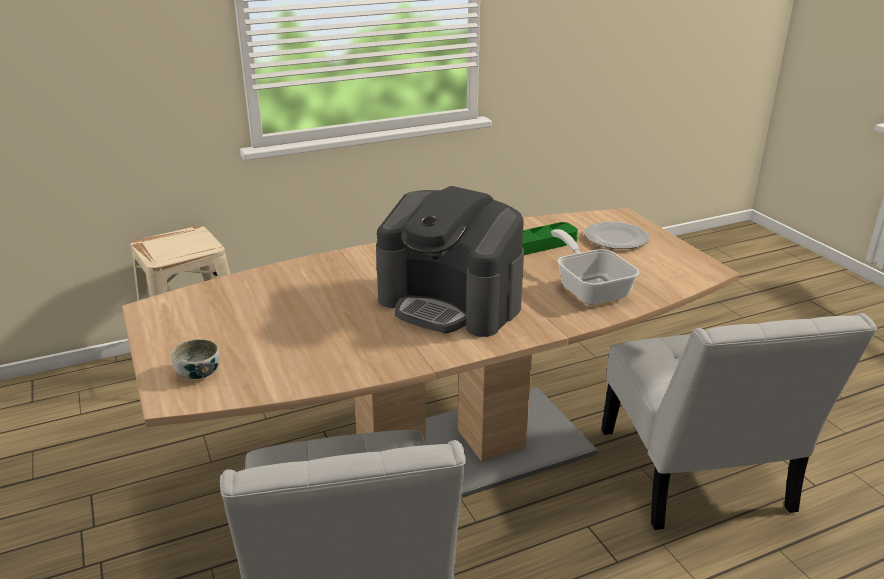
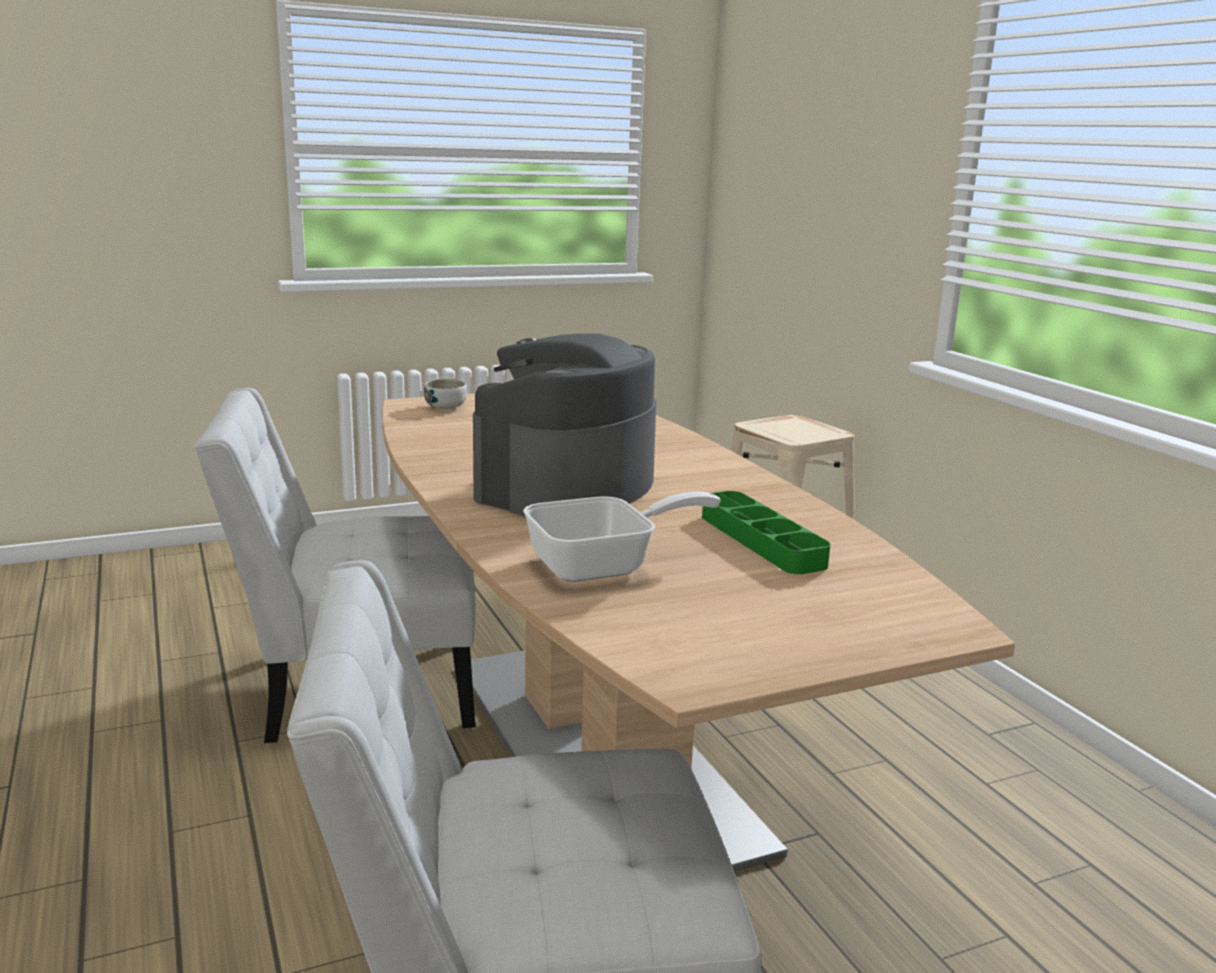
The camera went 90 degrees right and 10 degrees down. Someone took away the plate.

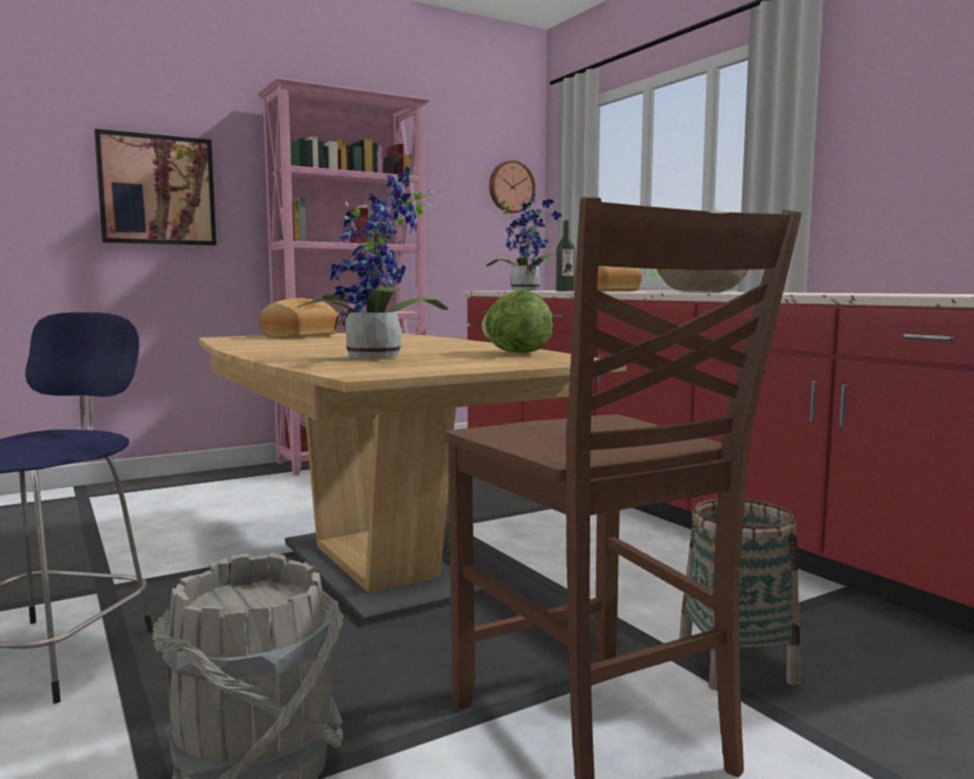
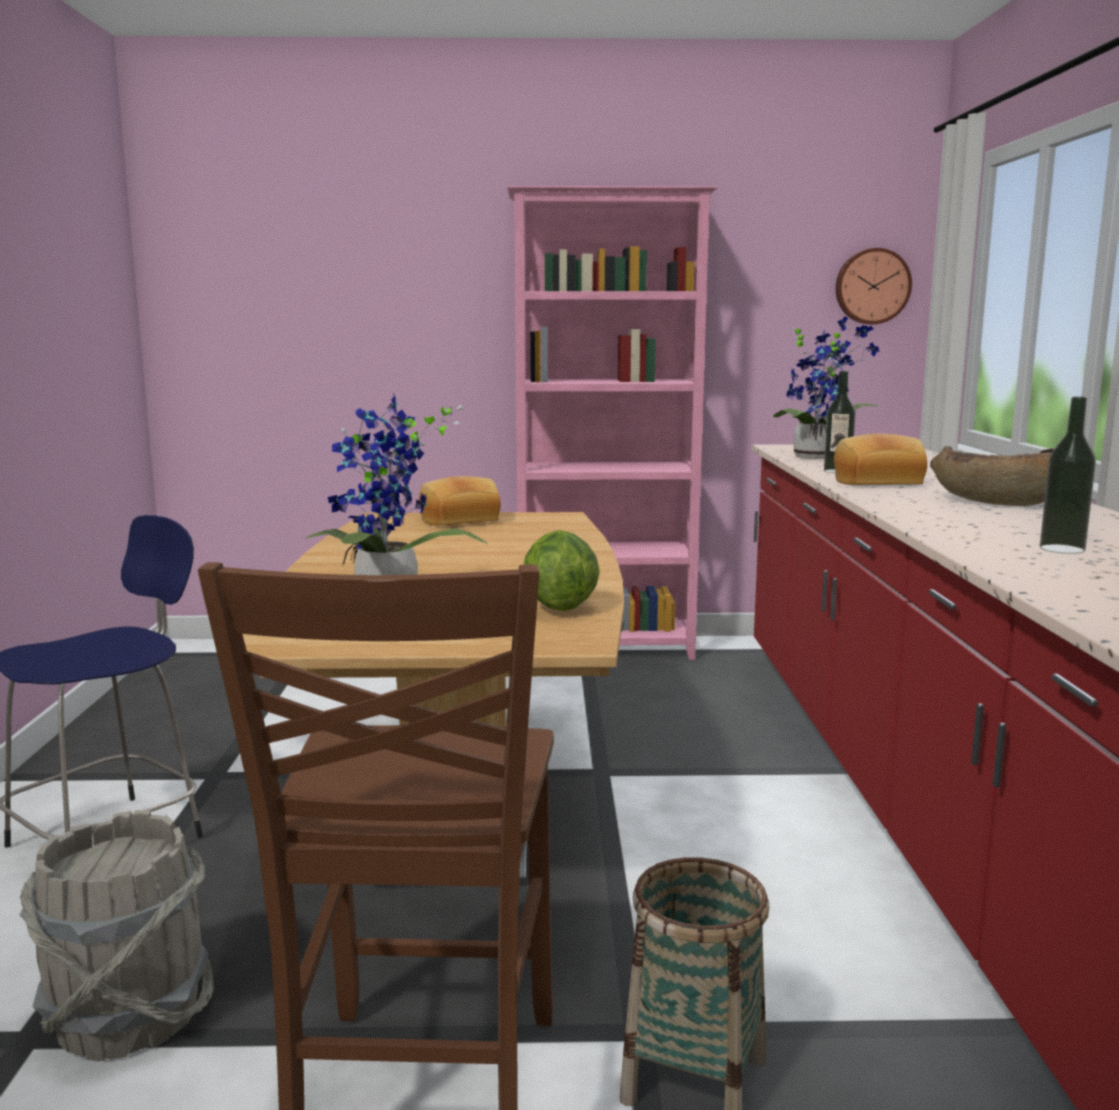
The camera went 30 degrees right and 5 degrees up. Someone took away the picture. Someone put down the bottle (2nd from left).

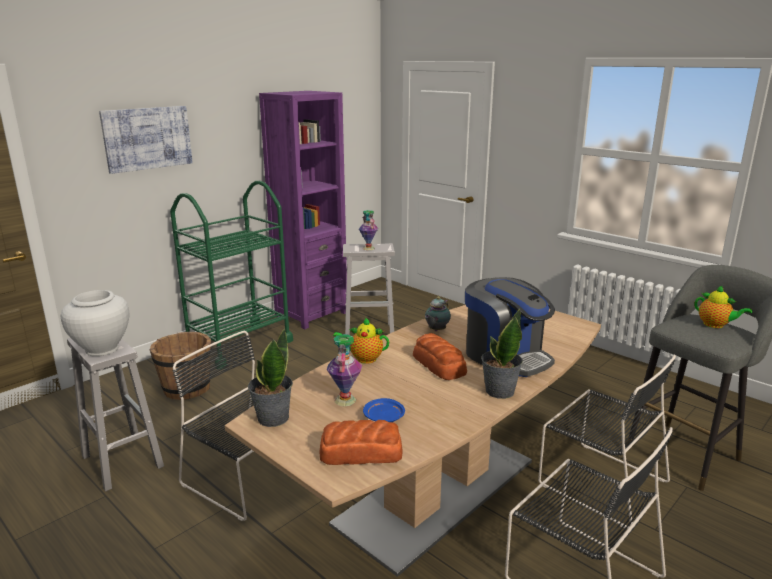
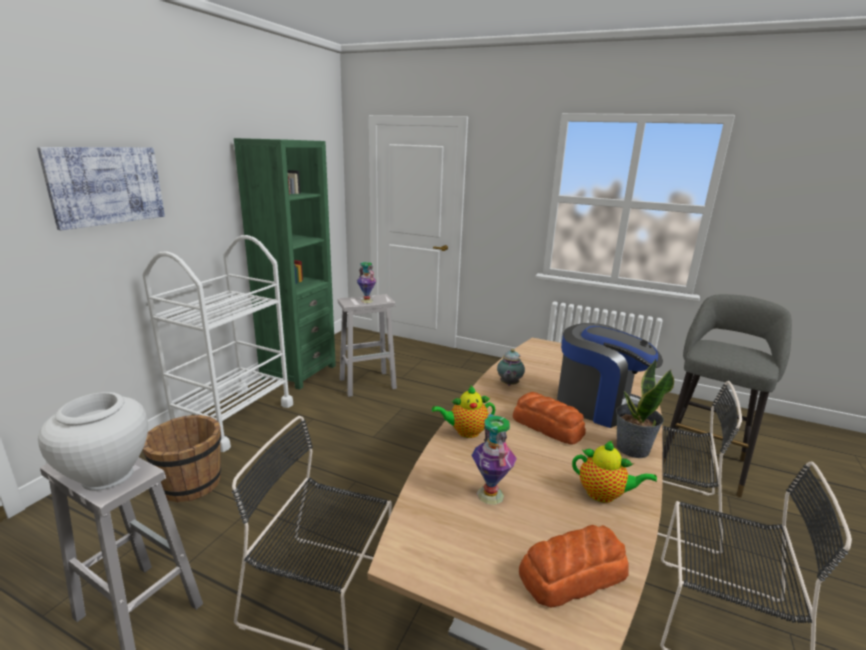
The camera went 20 degrees left and 0 degrees up. Someone repainted the cart (green), which became the cart (white). Someone took away the potted plant (1st from left). Someone repainted the bookcase (purple), which became the bookcase (green). Someone took away the plate (blue). Someone carried the teapot (3rd from left).

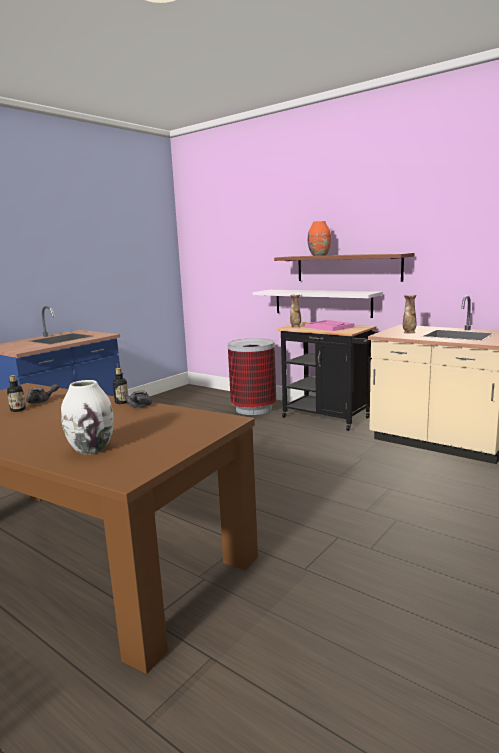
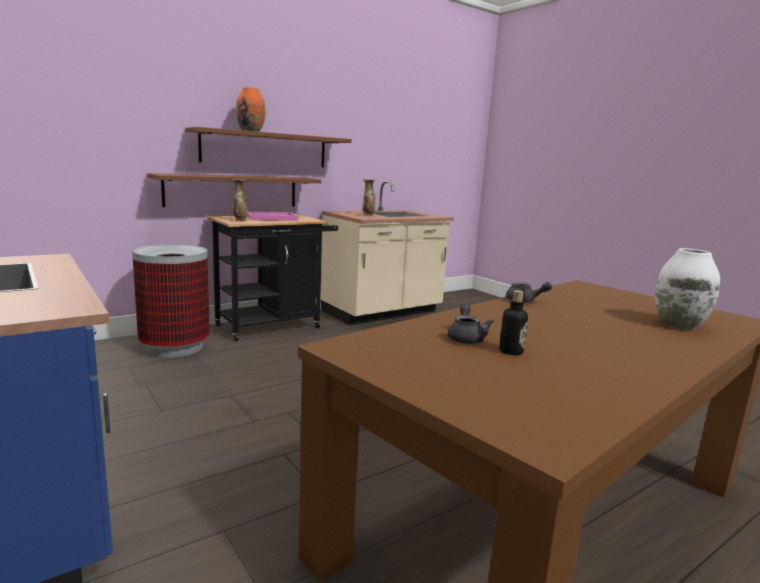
The camera went 75 degrees left and 0 degrees up. Someone took away the bottle (2nd from left). Someone repainted the shelf (white), which became the shelf (brown) (1st from left).

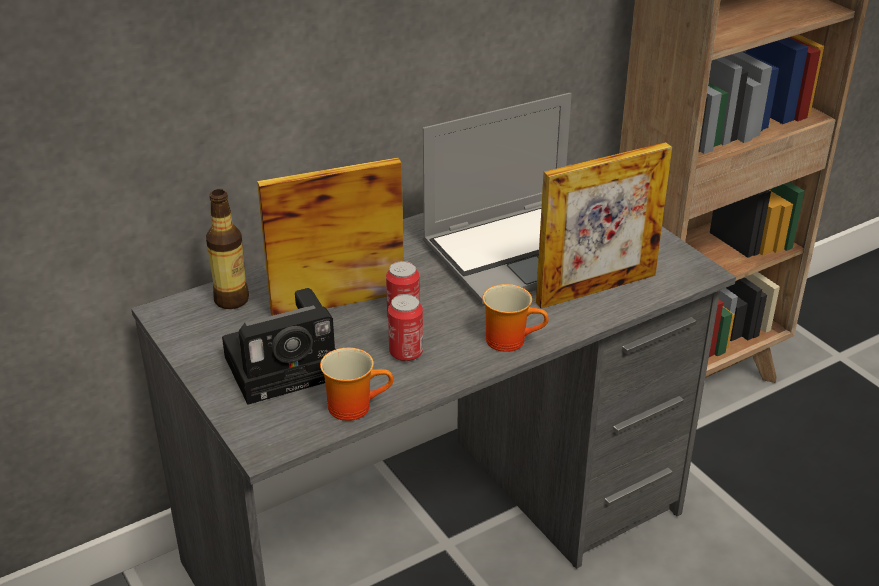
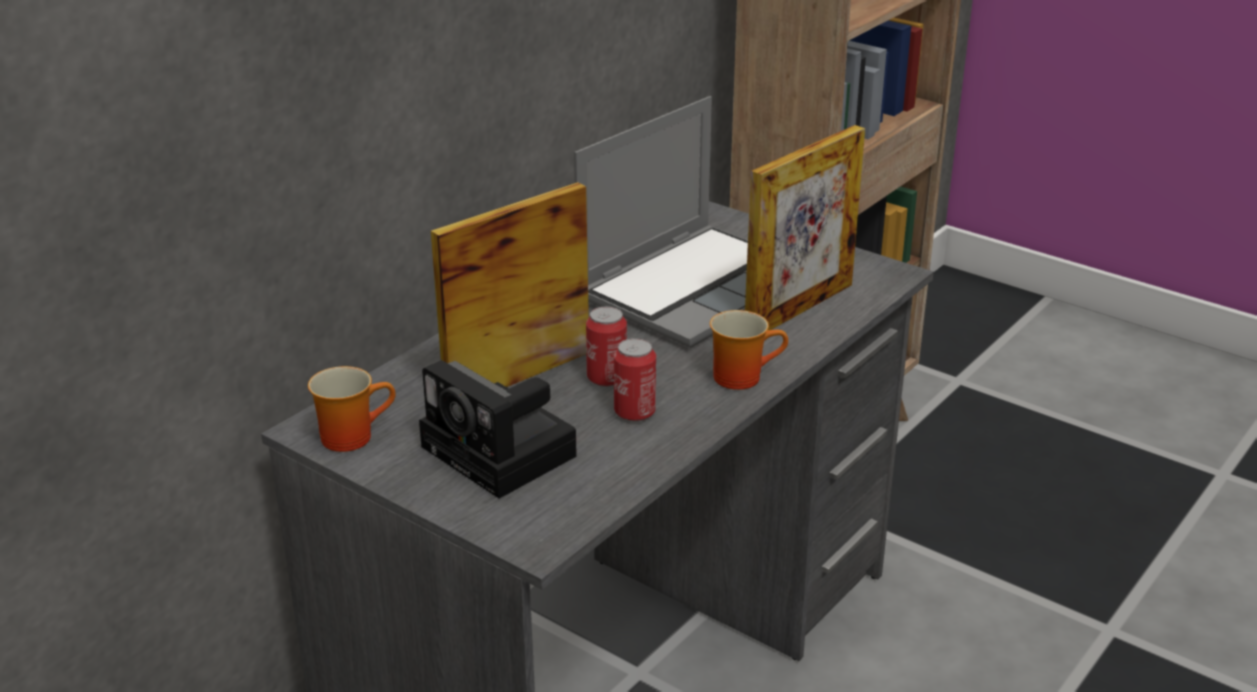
The camera went 20 degrees left and 5 degrees down. Someone took away the bottle. Someone rotated the photo camera by 90 degrees clockwise. Someone carried the mug (1st from left).

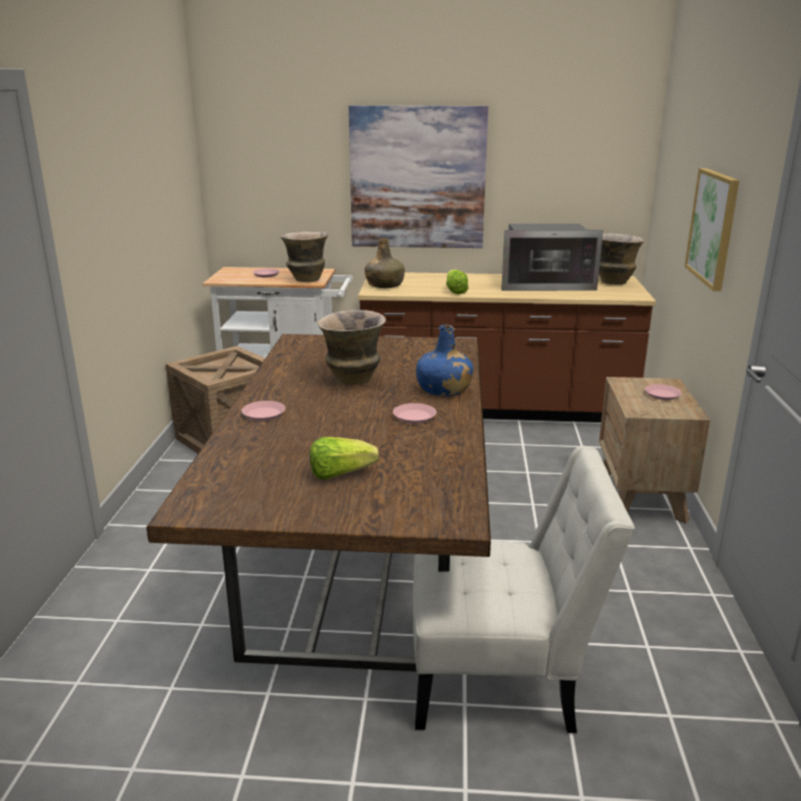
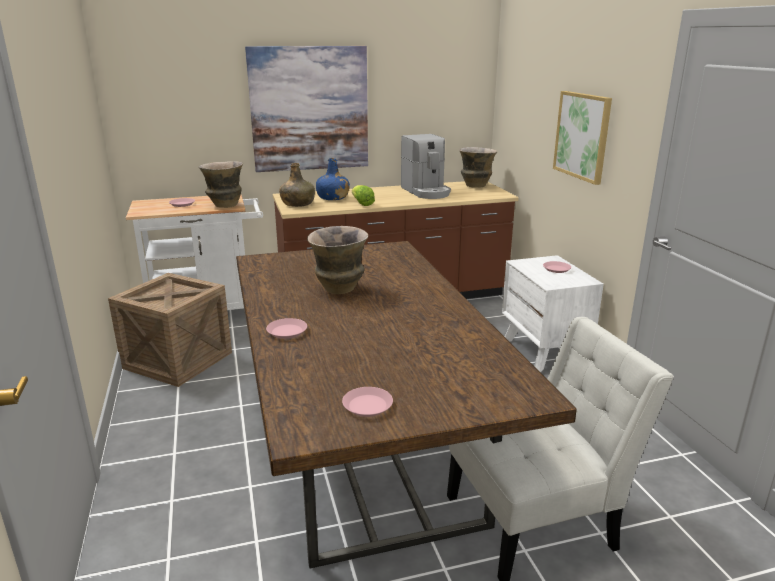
The camera went 20 degrees left and 0 degrees up. Someone took away the lettuce (1st from left). Someone carried the plate (pink) (3rd from left). Someone carried the bottle (blue). Someone swapped the microwave for the coffee machine. Someone repainted the nightstand (brown), which became the nightstand (white).

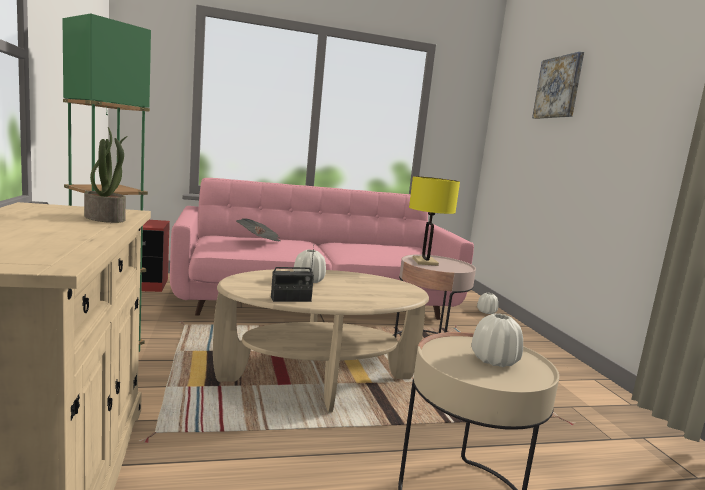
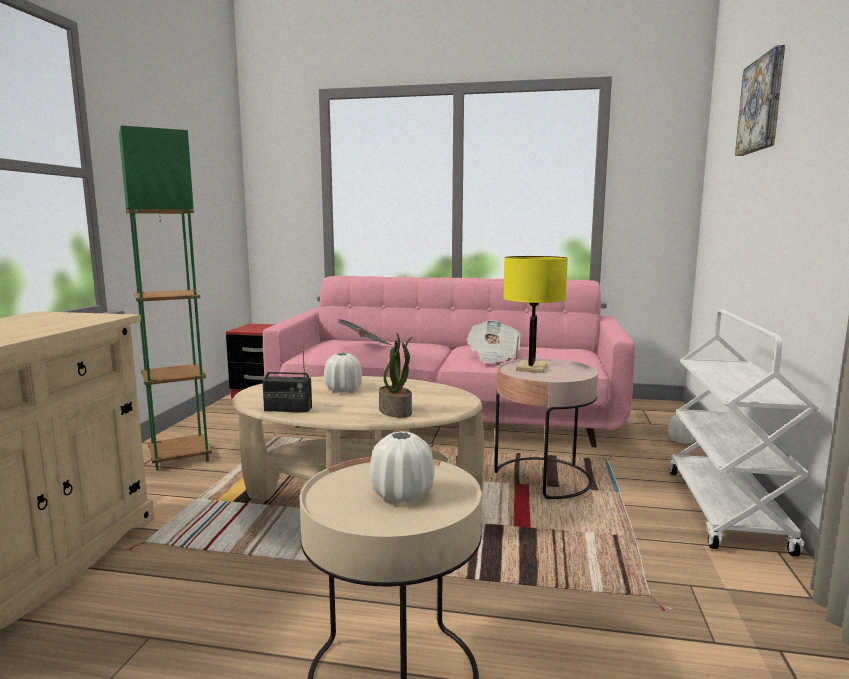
The camera went 25 degrees right and 0 degrees up. Someone carried the potted plant. Someone put down the newspaper (2nd from left). Someone put down the cart (white).

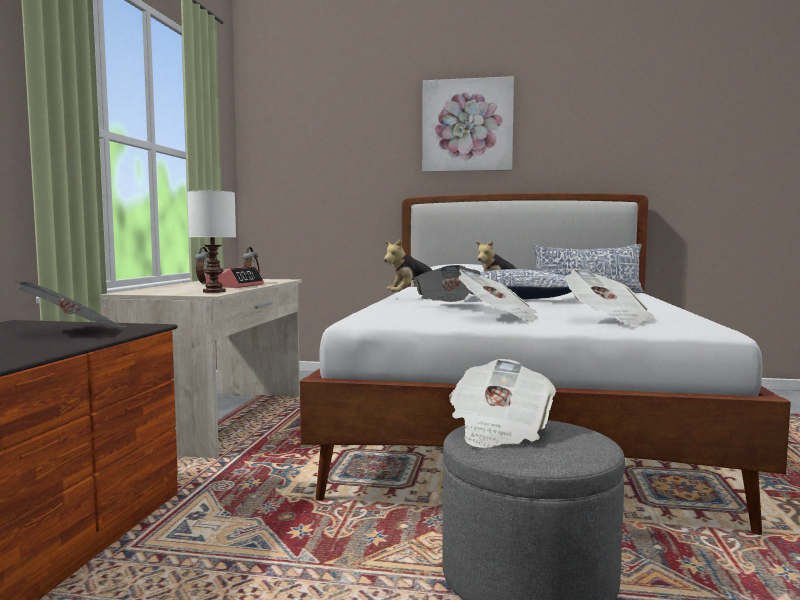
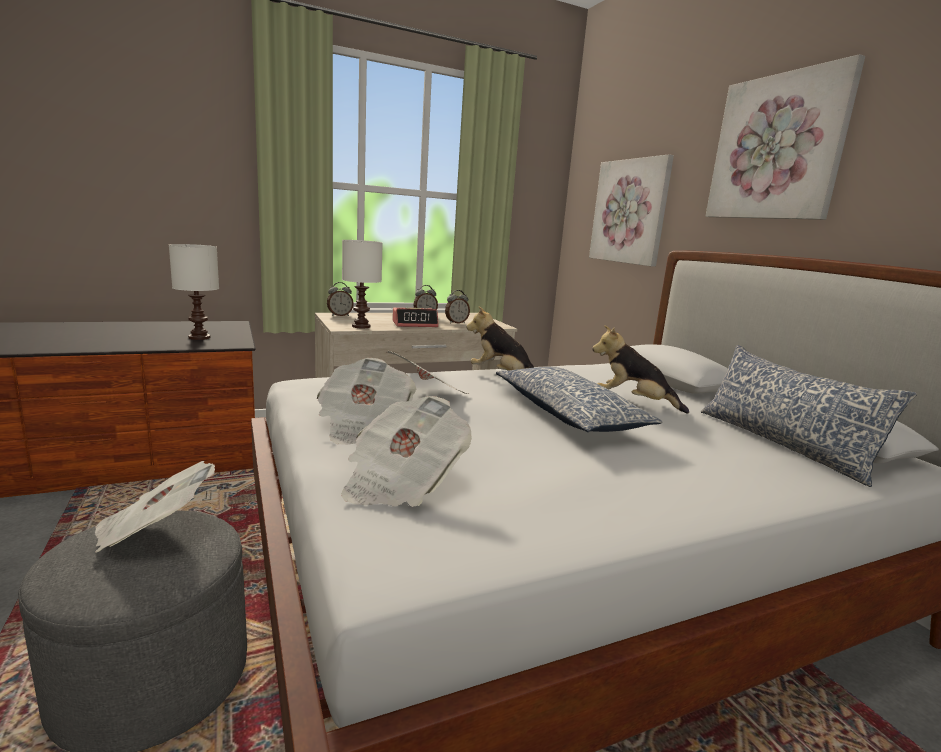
The camera went 55 degrees right and 10 degrees up. Someone swapped the newspaper (1st from left) for the table lamp (white) (1st from left). Someone put down the alarm clock (1st from left). Someone put up the picture (1st from left).

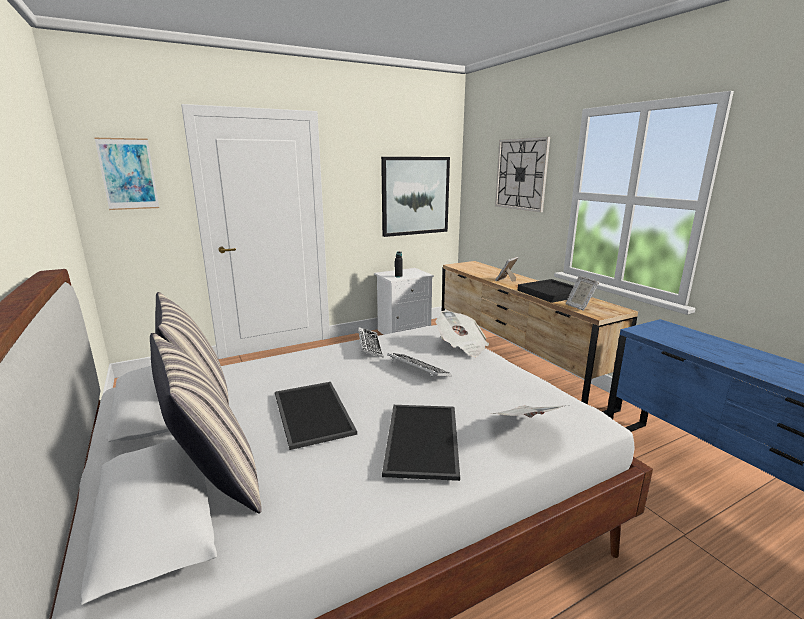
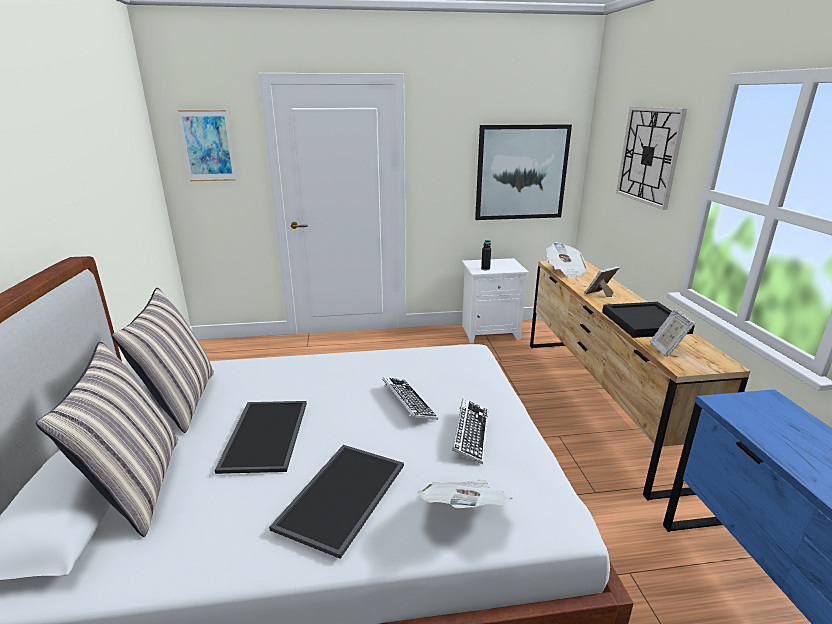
The camera went 20 degrees right and 5 degrees up. Someone carried the keyboard (1st from left in the first image). Someone carried the newspaper (1st from left in the first image).

